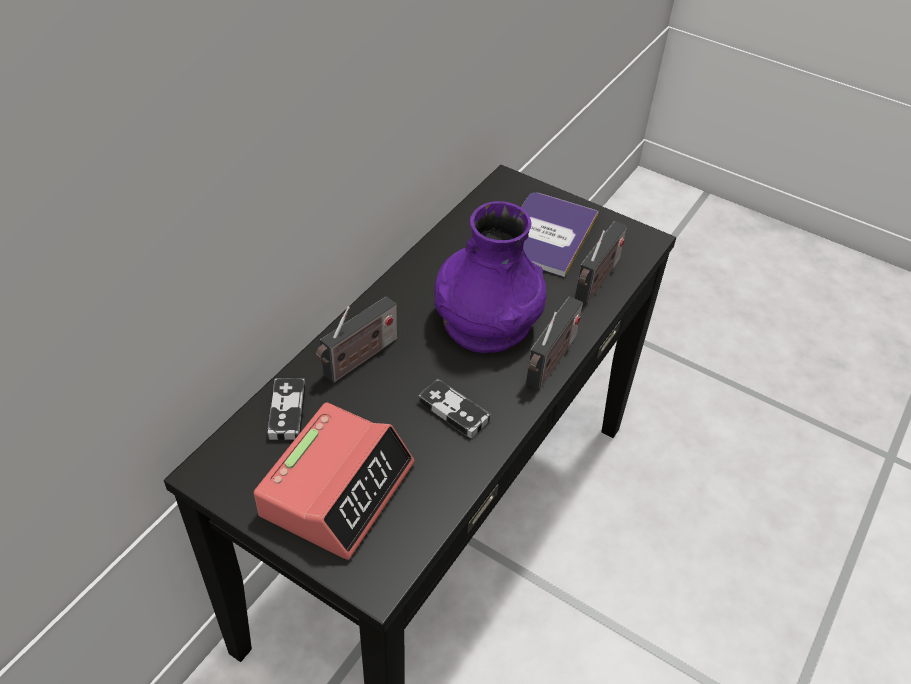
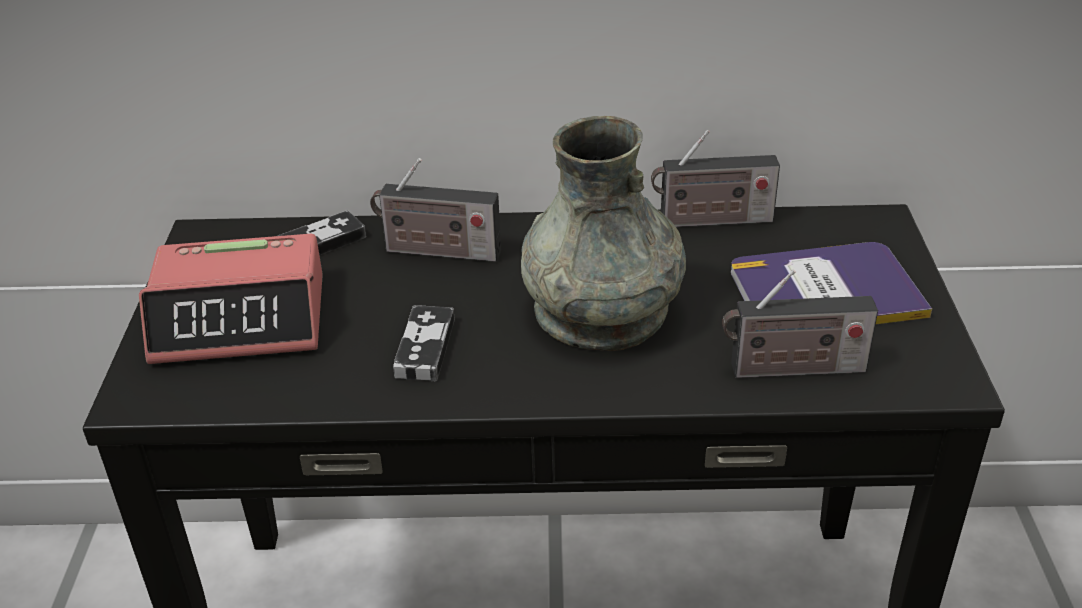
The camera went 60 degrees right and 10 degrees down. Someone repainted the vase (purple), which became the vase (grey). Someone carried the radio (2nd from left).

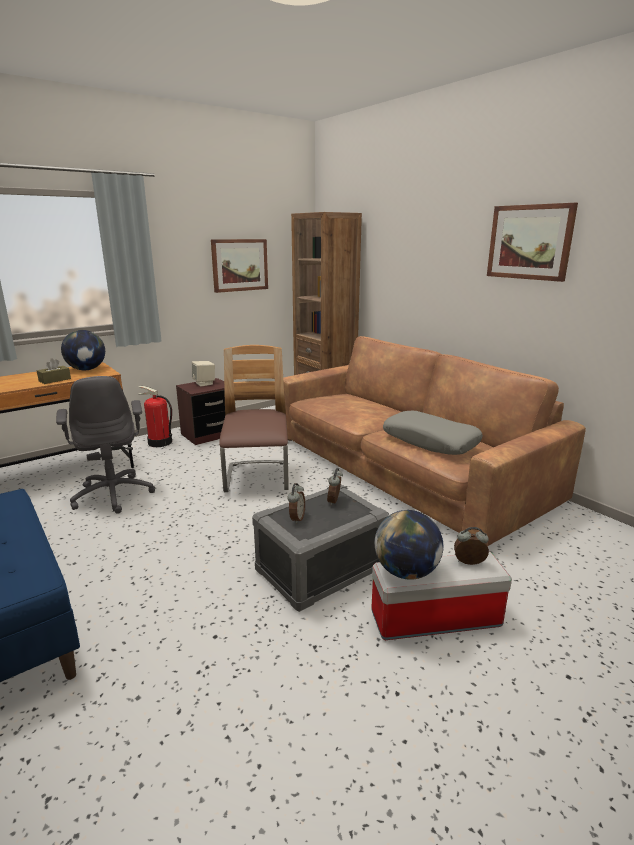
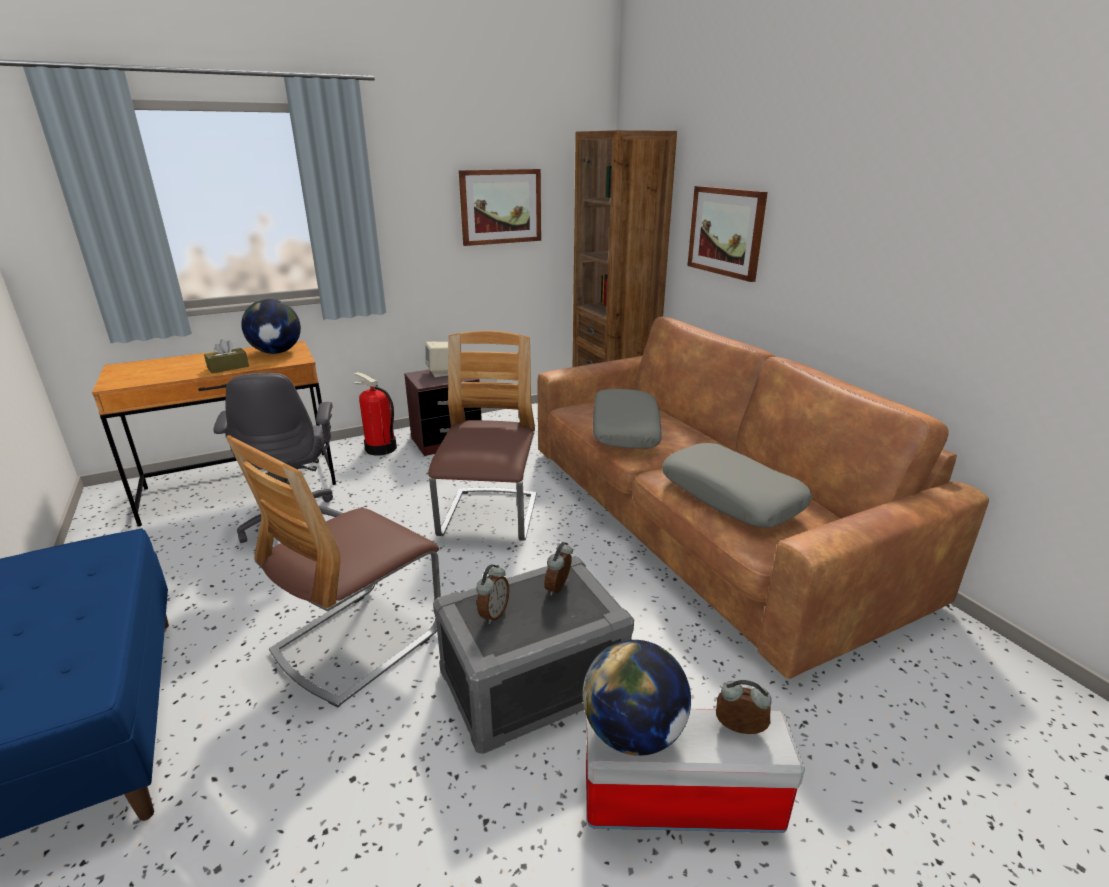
The camera went 10 degrees right and 5 degrees up. Someone carried the picture (2nd from left). Someone put down the chair (1st from left). Someone put down the pillow (grey) (1st from left).

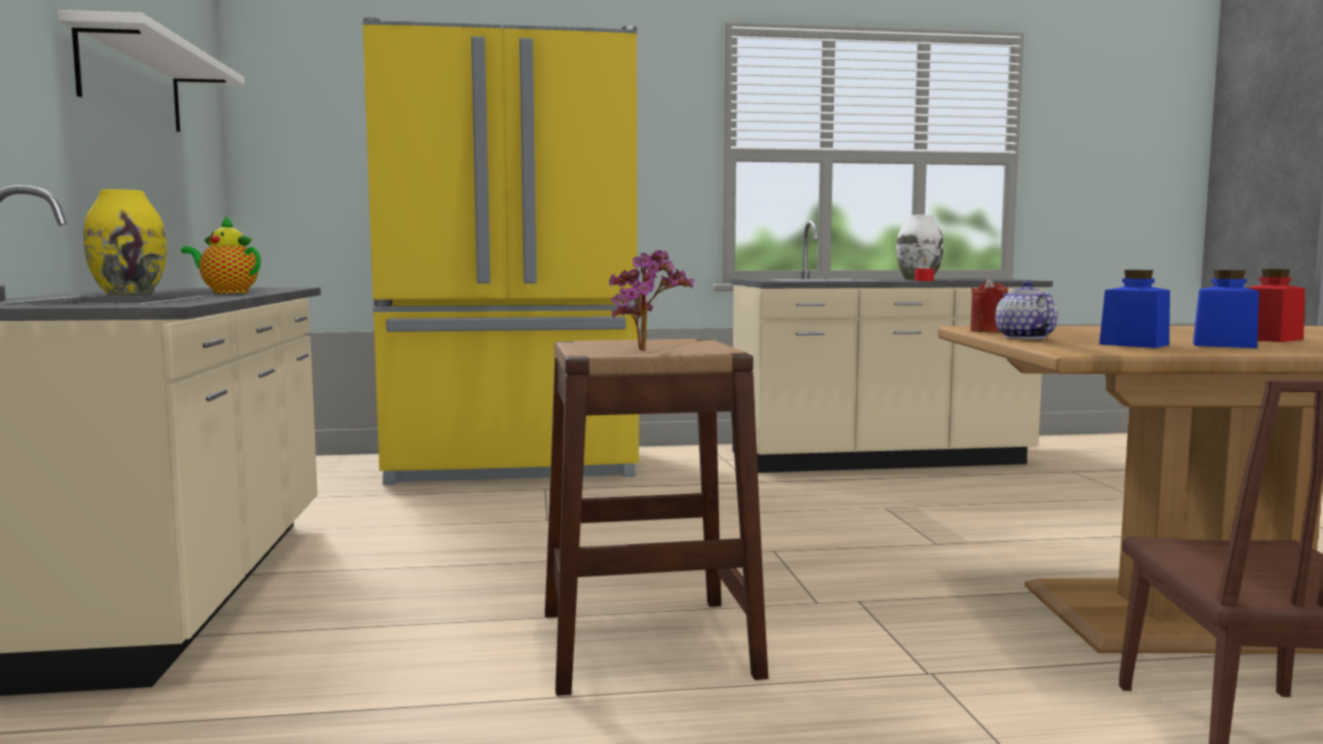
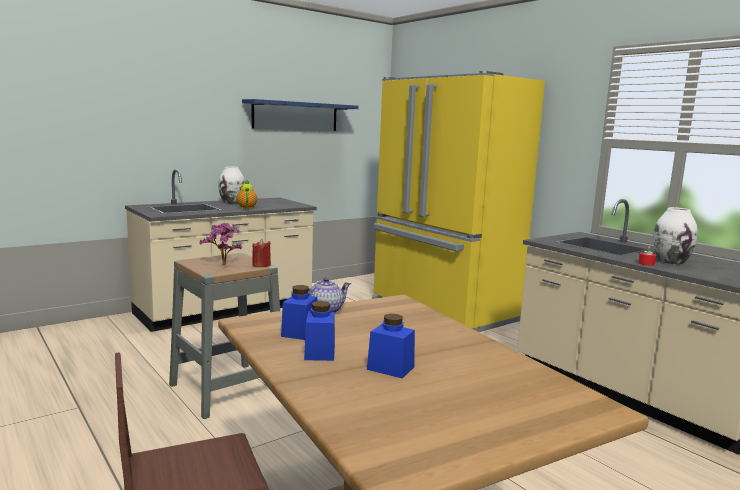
The camera went 60 degrees right and 5 degrees up. Someone repainted the shelf (white), which became the shelf (blue). Someone repainted the vase (yellow), which became the vase (white) (1st from left). Someone repainted the stool (brown), which became the stool (grey). Someone carried the candle (red) (2nd from left in the first image). Someone repainted the jar (red), which became the jar (blue) (3rd from left).

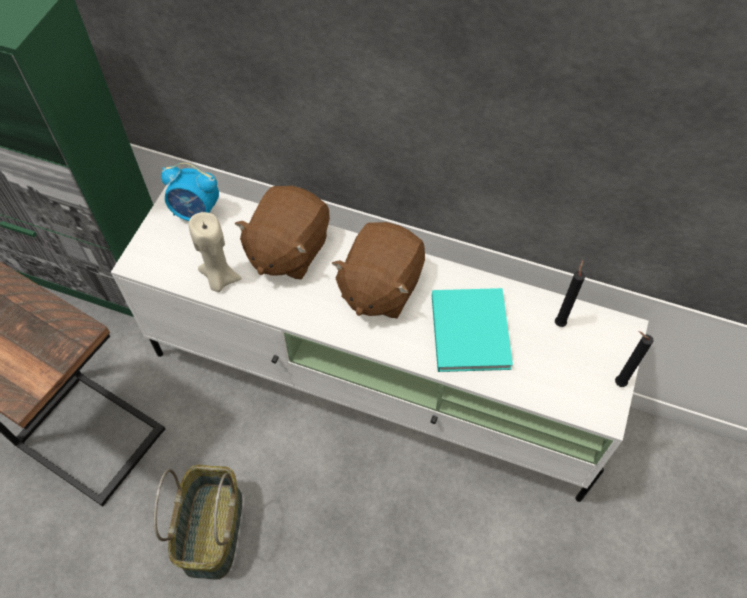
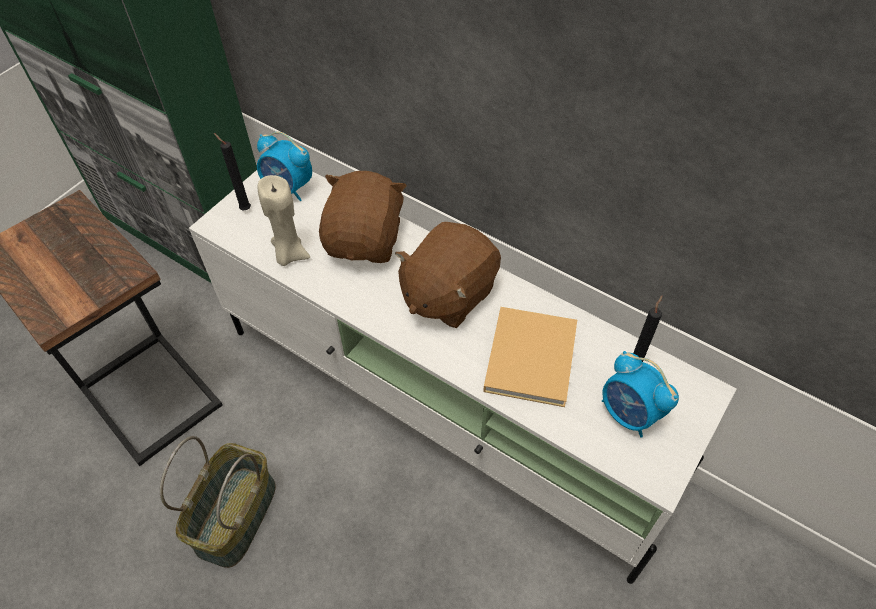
The camera went 15 degrees right and 5 degrees down. Someone rotated the plush toy (brown) (1st from left) by 150 degrees clockwise. Someone repainted the book (turquoise), which became the book (beige). Someone carried the candle (black) (2nd from left in the first image). Someone put down the alarm clock (2nd from left).

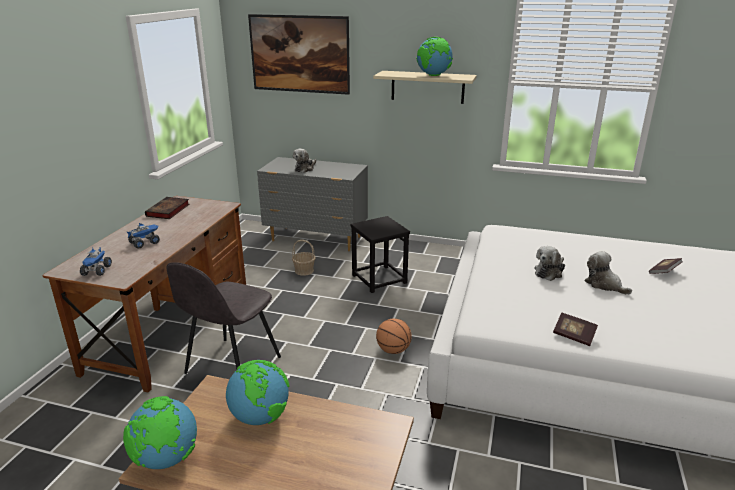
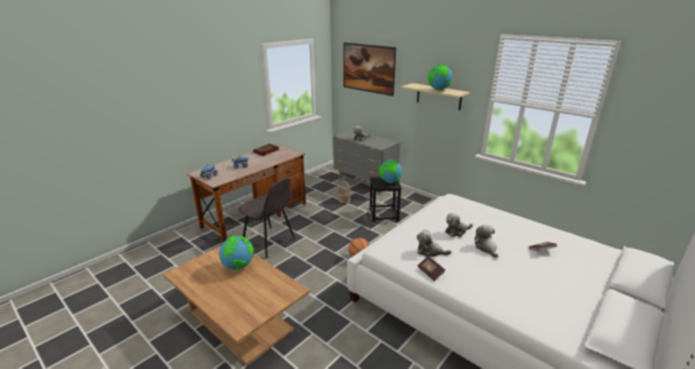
The camera went 25 degrees right and 0 degrees up. Someone carried the globe (1st from left in the first image). Someone rotated the chair (grey) by 105 degrees counterclockwise. Someone put down the plush toy (2nd from left).

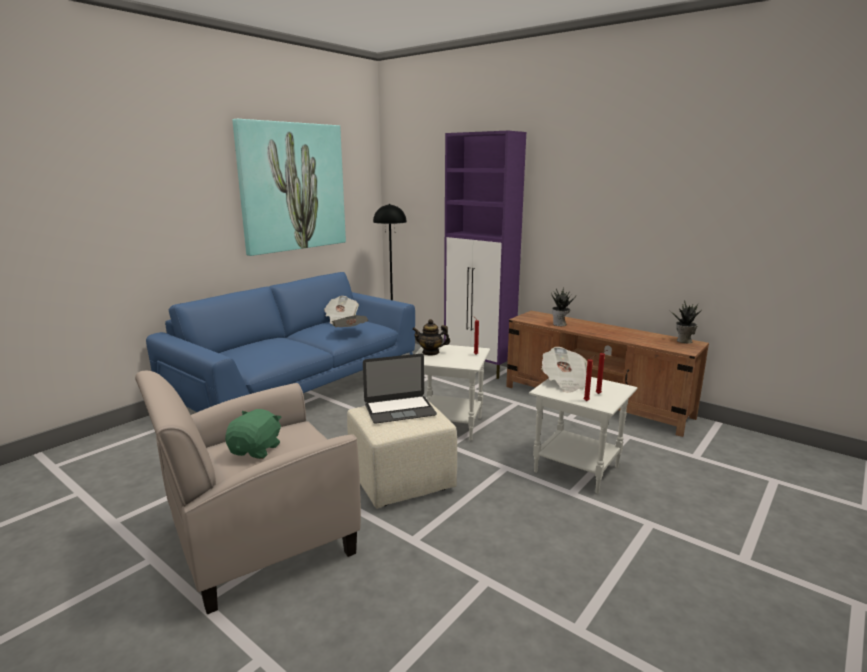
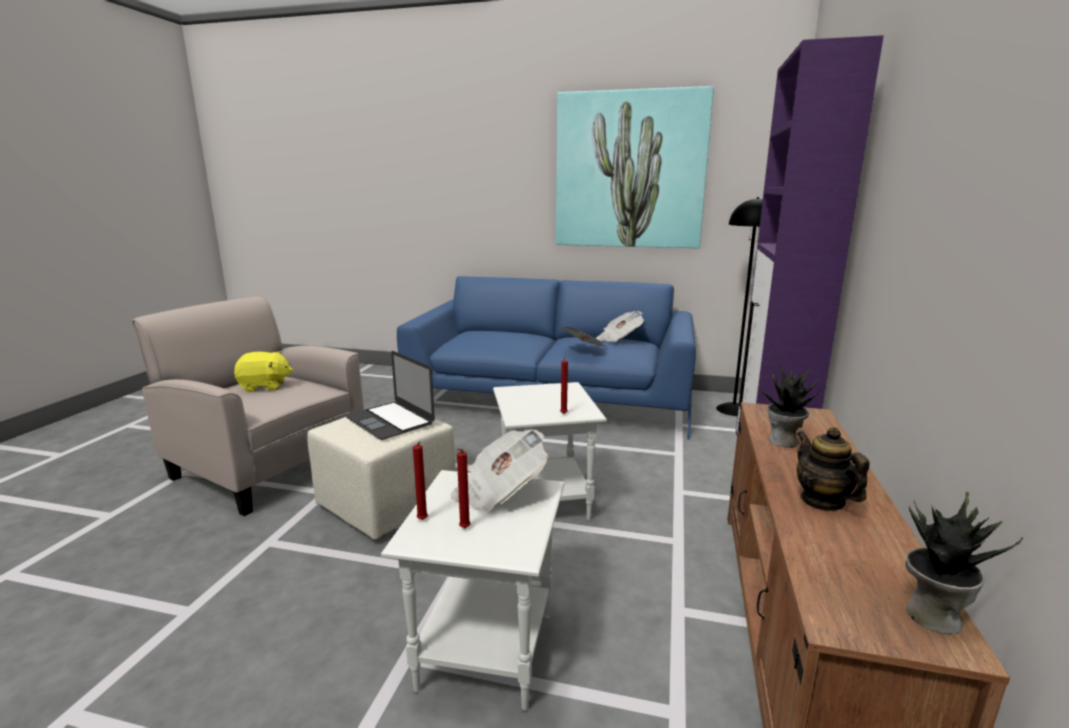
The camera went 65 degrees right and 0 degrees up. Someone repainted the plush toy (green), which became the plush toy (yellow). Someone carried the teapot.

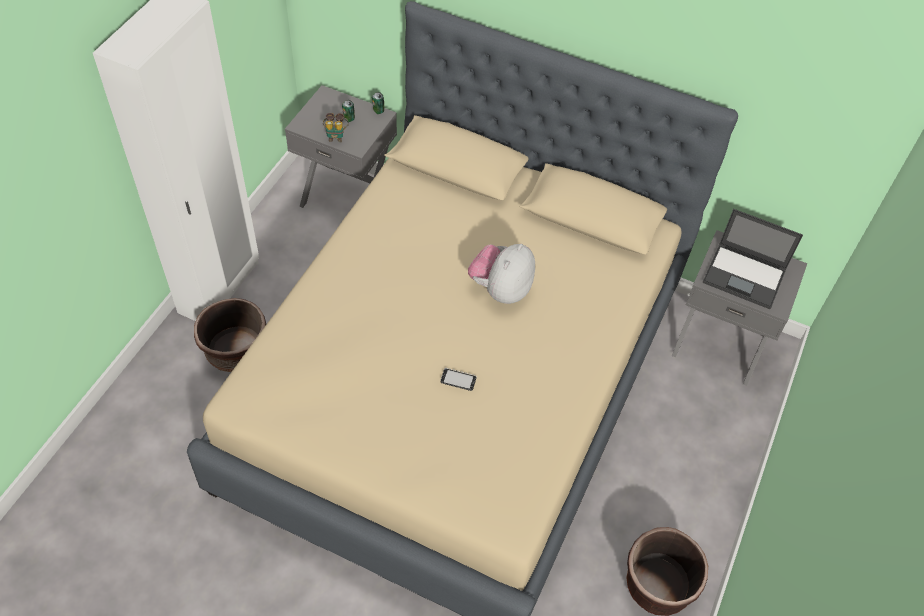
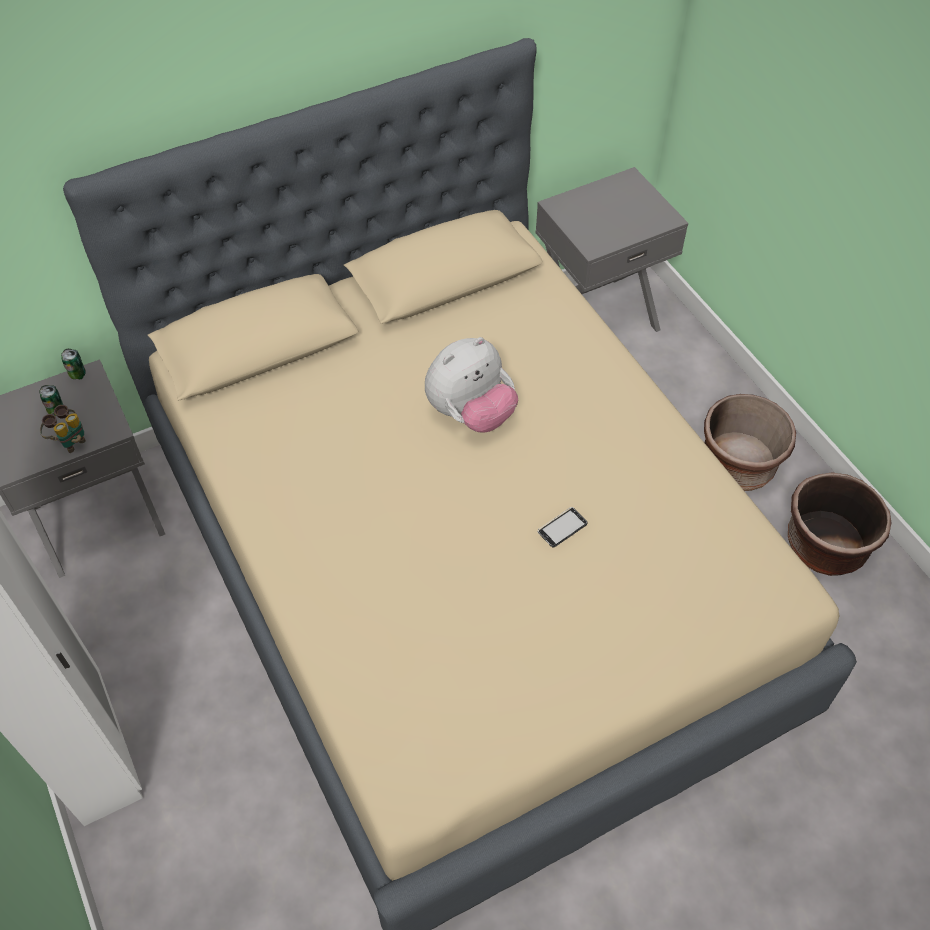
The camera went 50 degrees left and 0 degrees up. Someone carried the planter (brown) (1st from left). Someone rotated the plush toy by 105 degrees counterclockwise. Someone took away the laptop.

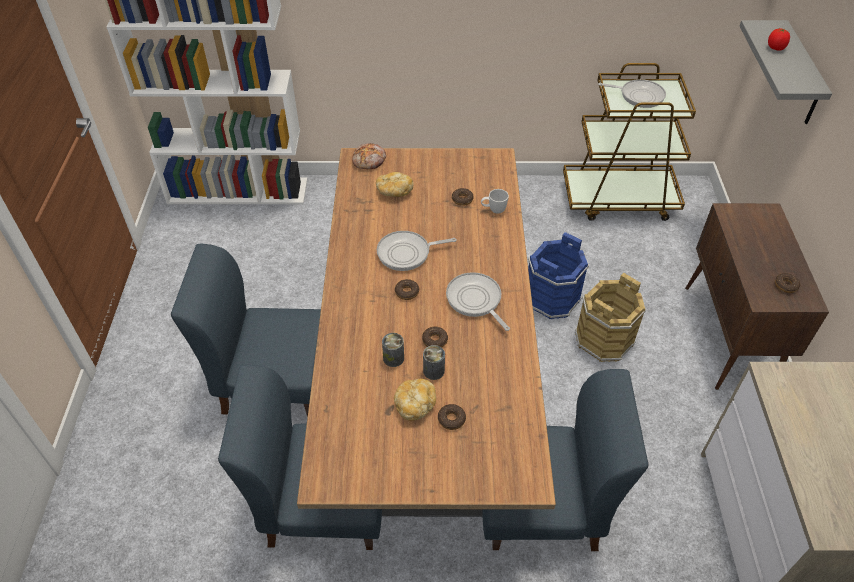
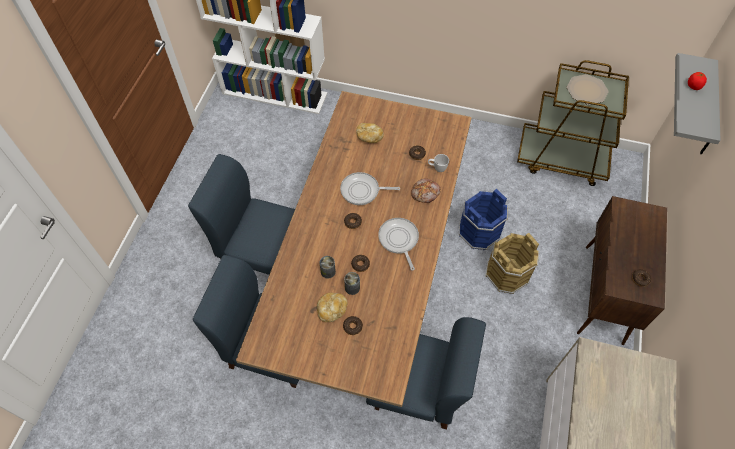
The camera went 15 degrees right and 10 degrees up. Someone carried the bread (1st from left in the first image). Someone swapped the frying pan (3rd from left) for the plate.

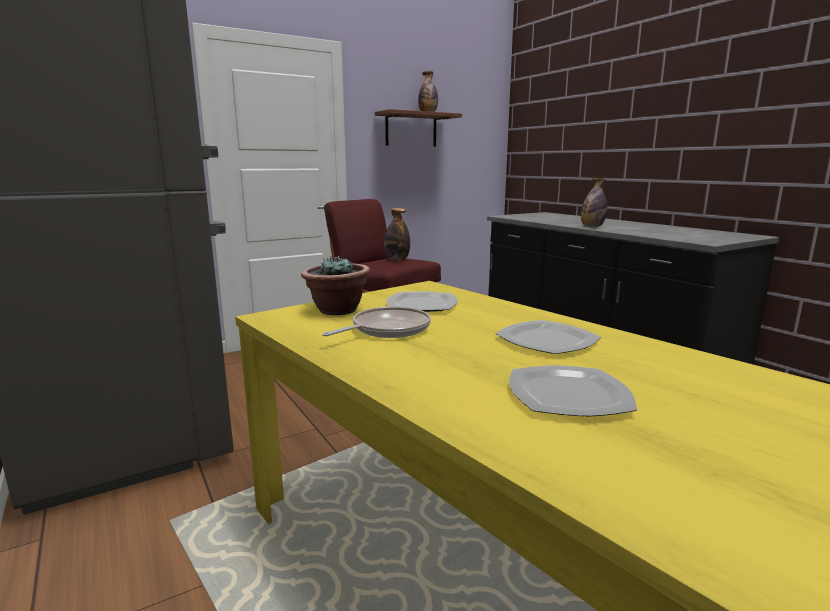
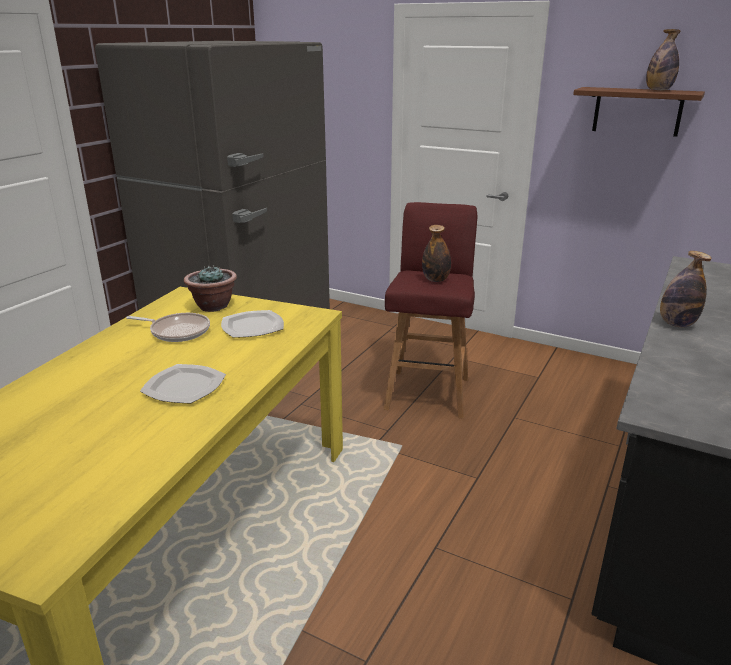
The camera went 60 degrees right and 10 degrees up. Someone took away the plate (3rd from left).

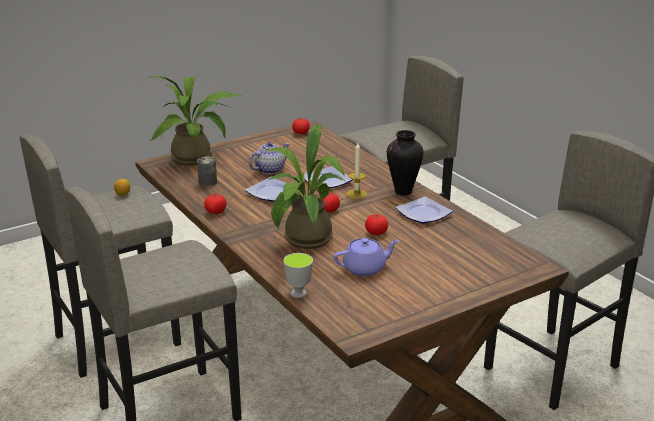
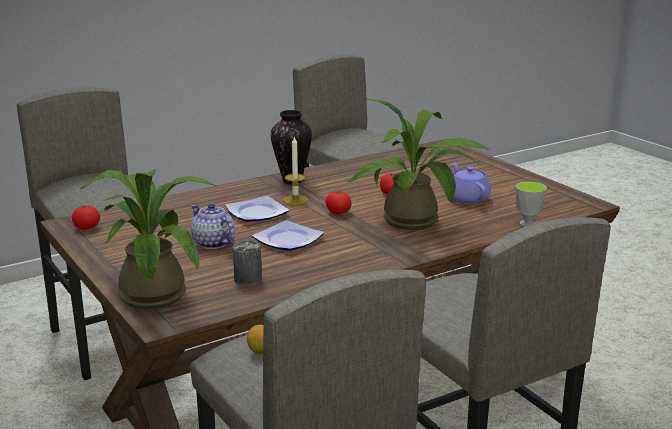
The camera went 90 degrees left and 5 degrees down. Someone took away the tomato (1st from left). Someone took away the plate (3rd from left).

